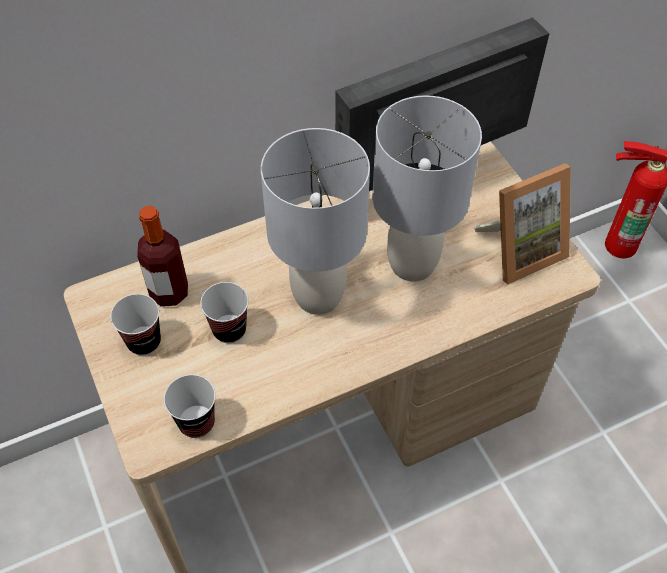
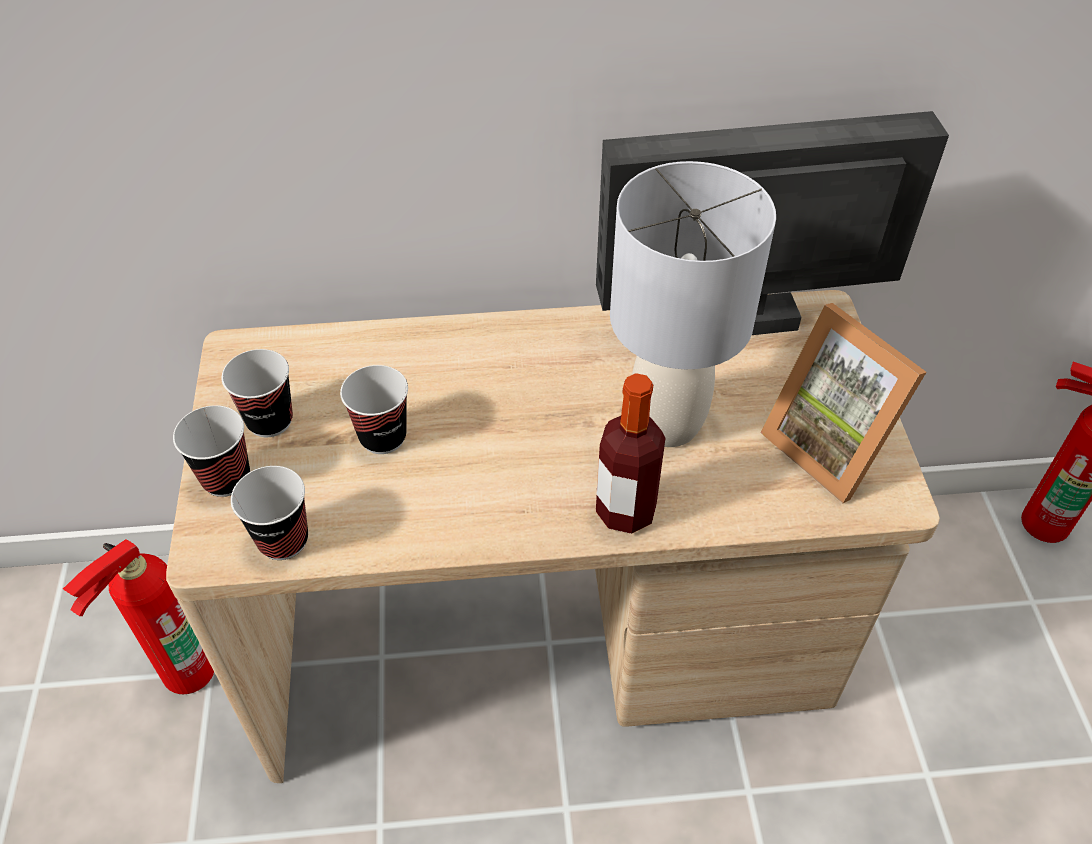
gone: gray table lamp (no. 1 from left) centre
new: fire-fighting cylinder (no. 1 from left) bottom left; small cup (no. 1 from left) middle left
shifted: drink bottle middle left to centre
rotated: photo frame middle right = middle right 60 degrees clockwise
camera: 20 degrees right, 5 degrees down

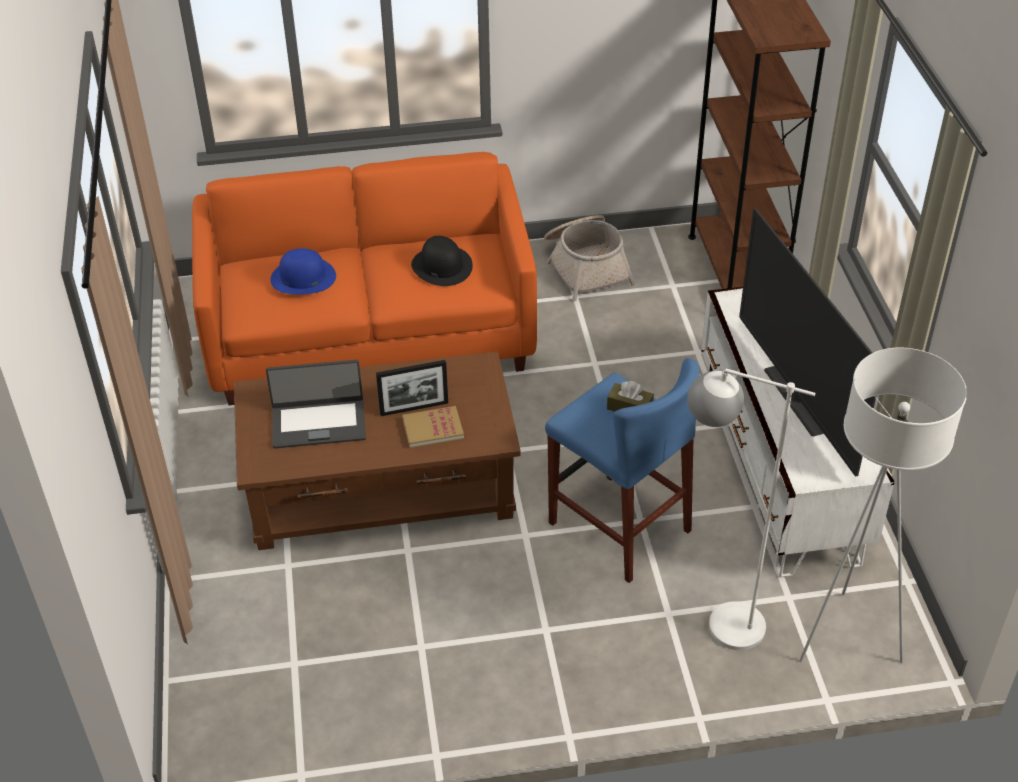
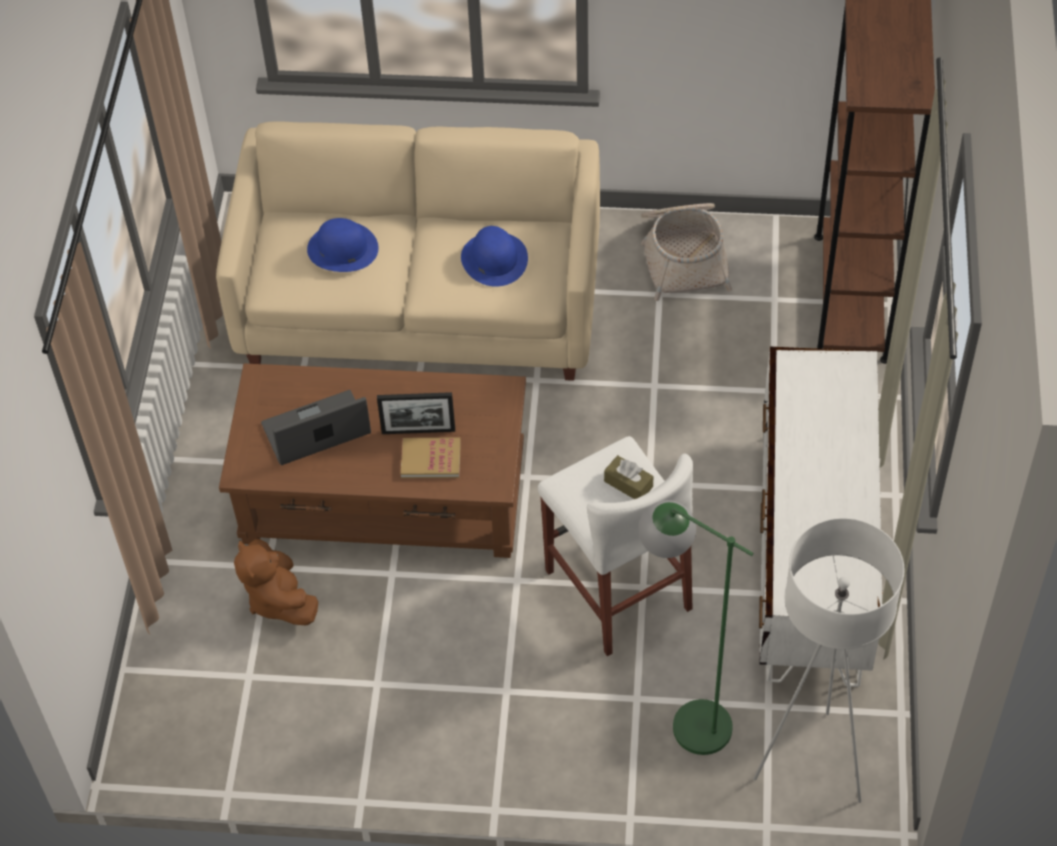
gone: TV middle right
new: brown plush toy bottom left
repainted: orangey settee centre to beige settee top centre; black wearable hat centre to blue wearable hat (no. 2 from left) top centre; blue stool seat centre to white-coloured stool seat centre; white-coloured standing lamp (no. 1 from left) middle right to green-coloured standing lamp bottom centre
rotated: notebook computer middle left = middle left 150 degrees clockwise
camera: 15 degrees right, 10 degrees up

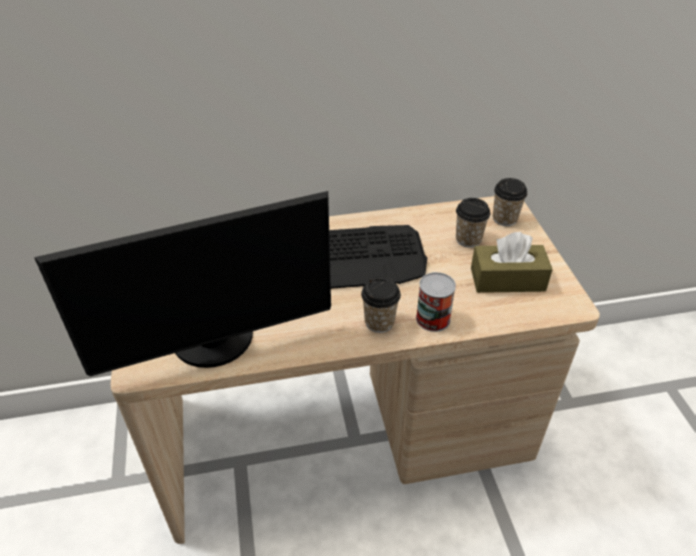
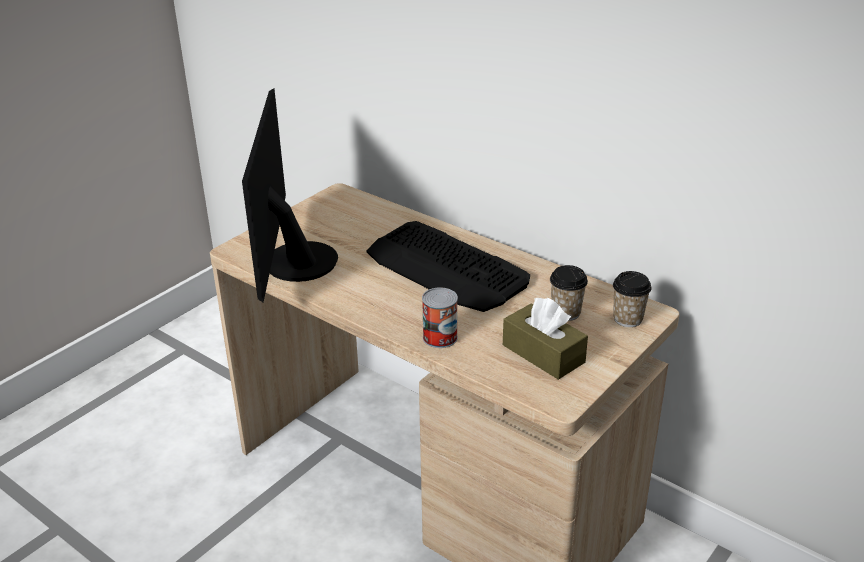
gone: small cup (no. 1 from left) centre
rotated: computer screen middle left = centre 60 degrees clockwise
camera: 50 degrees right, 10 degrees down

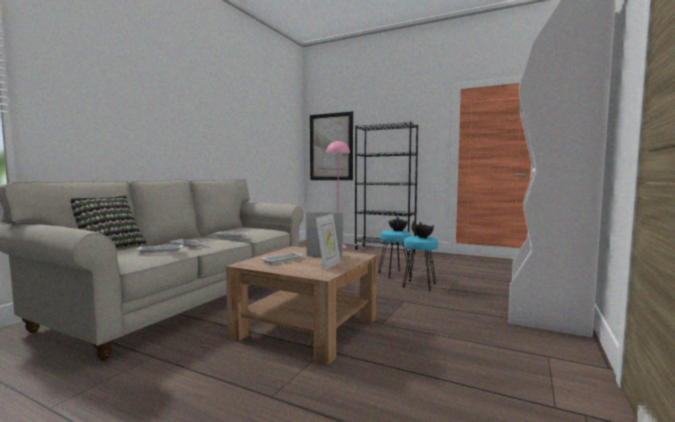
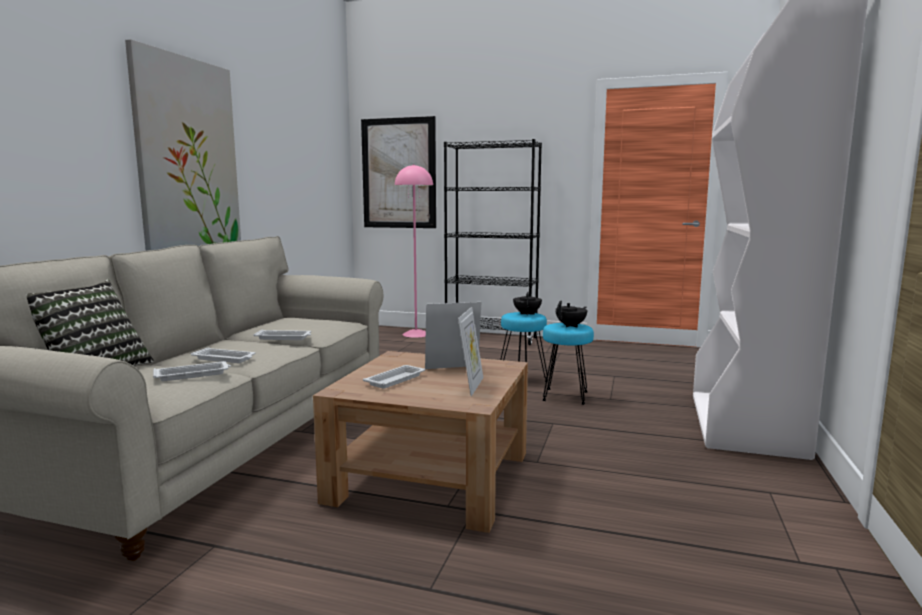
new: wall art (no. 1 from left) top left
camera: 10 degrees left, 5 degrees up

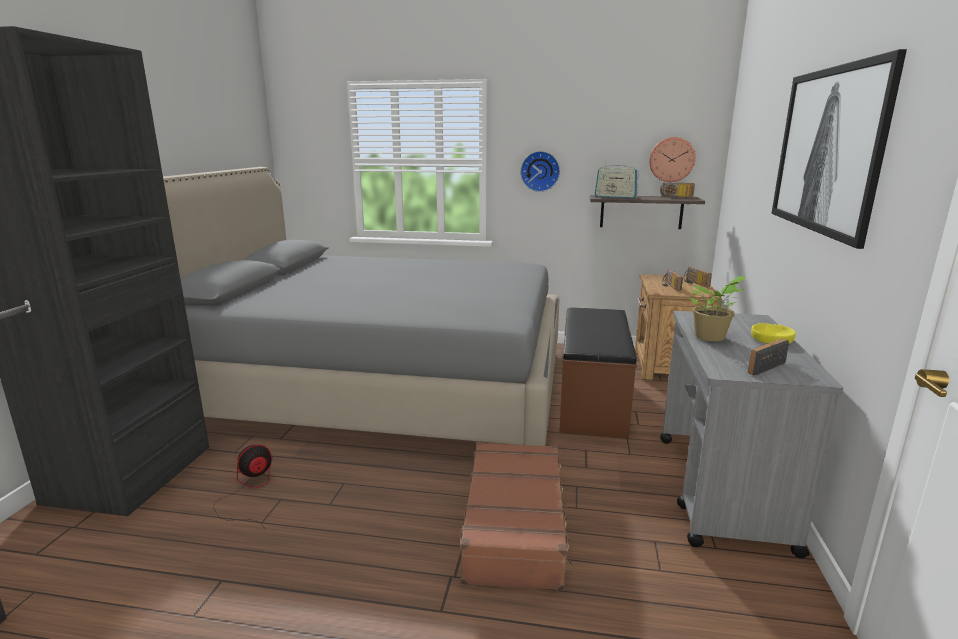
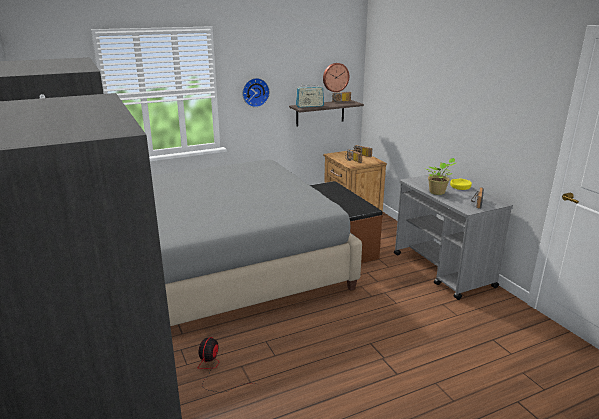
gone: brown travel case bottom centre; wall art top right
camera: 35 degrees left, 5 degrees up

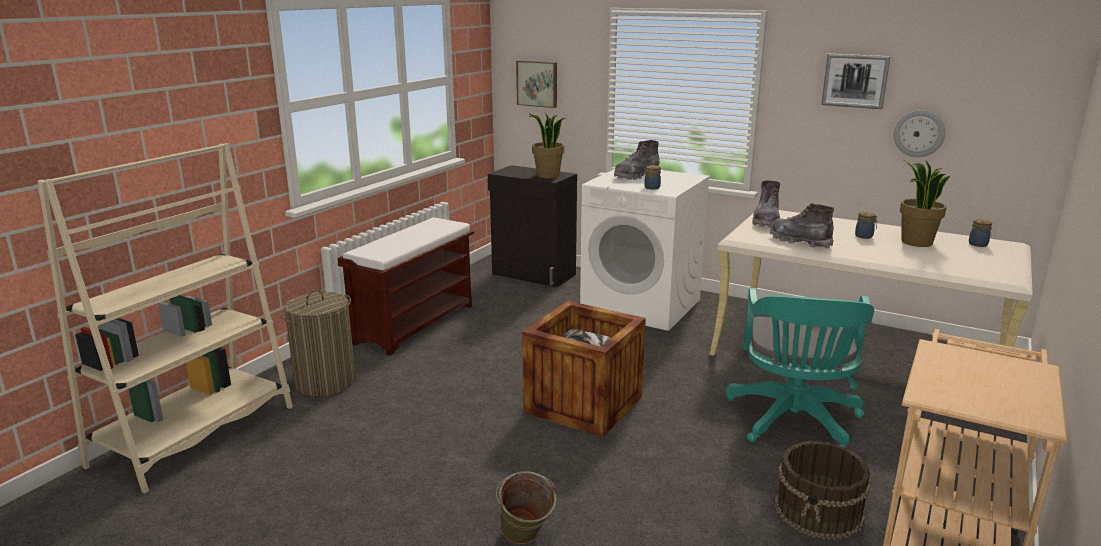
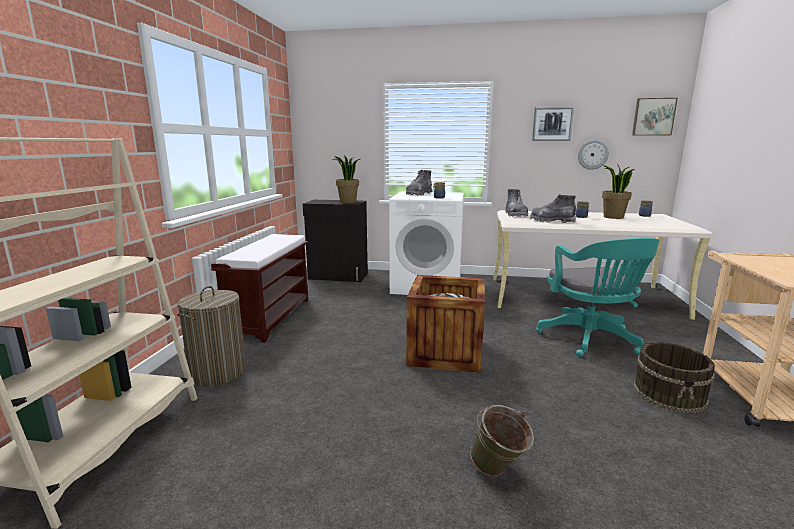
shifted: wall art (no. 1 from left in the first image) top centre to wall art (no. 2 from left) top right
camera: 20 degrees left, 5 degrees down

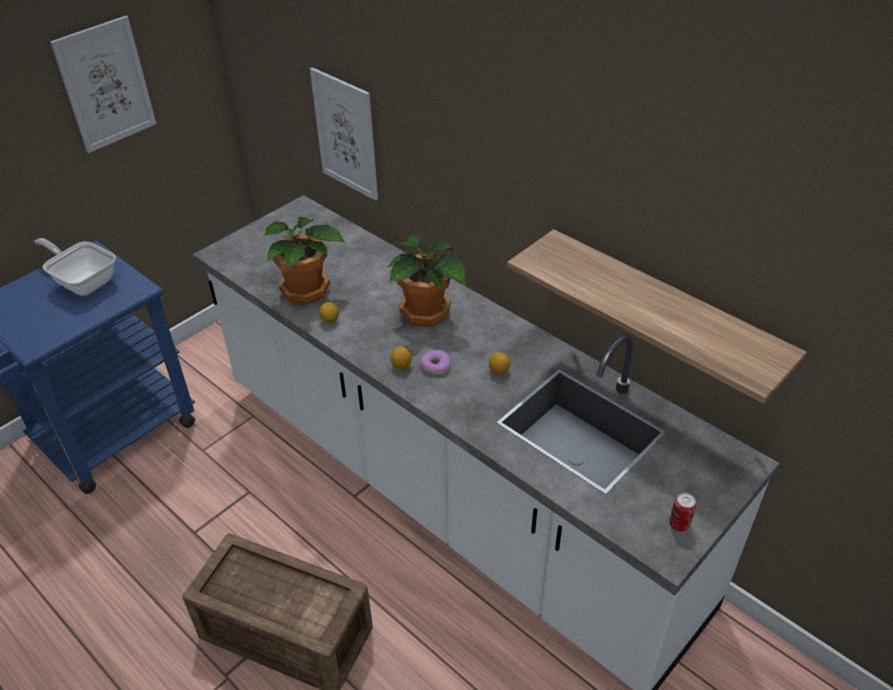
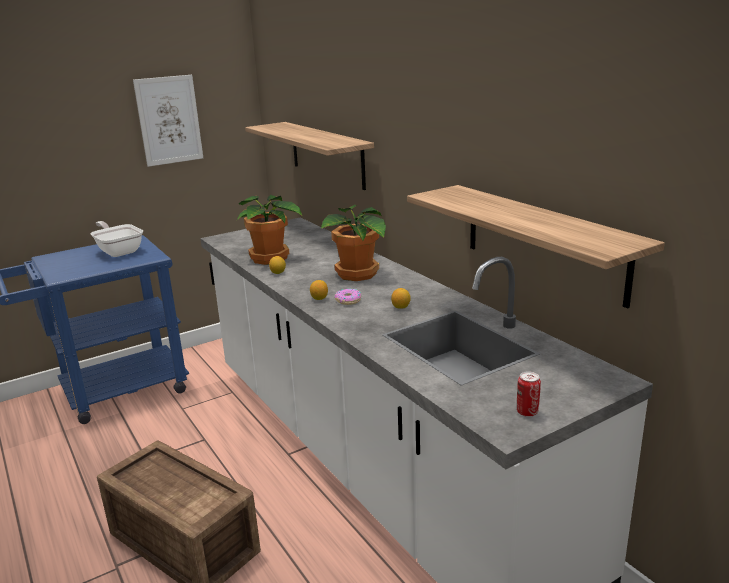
swapped: wall art (no. 2 from left) top centre to wall shelf (no. 1 from left) top centre
camera: 15 degrees right, 20 degrees down

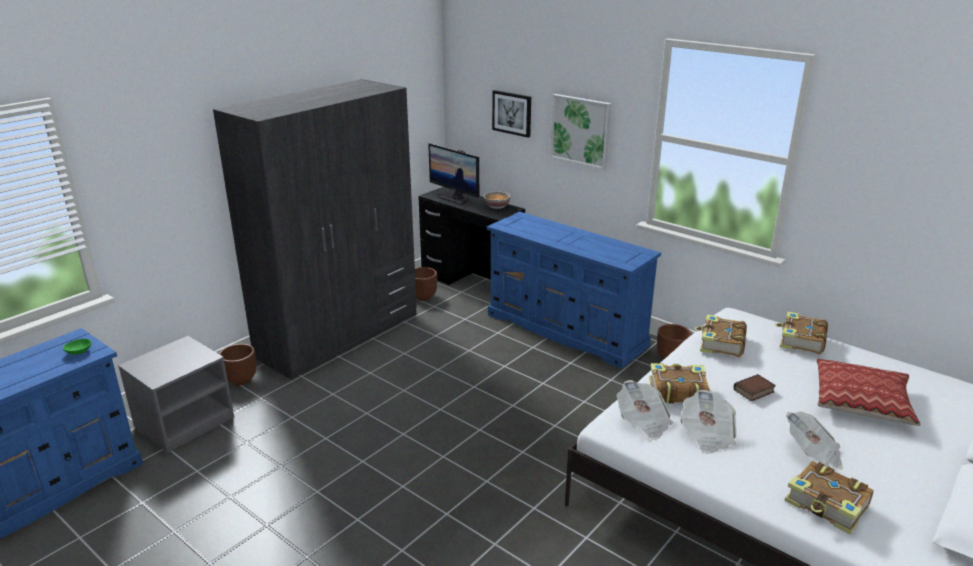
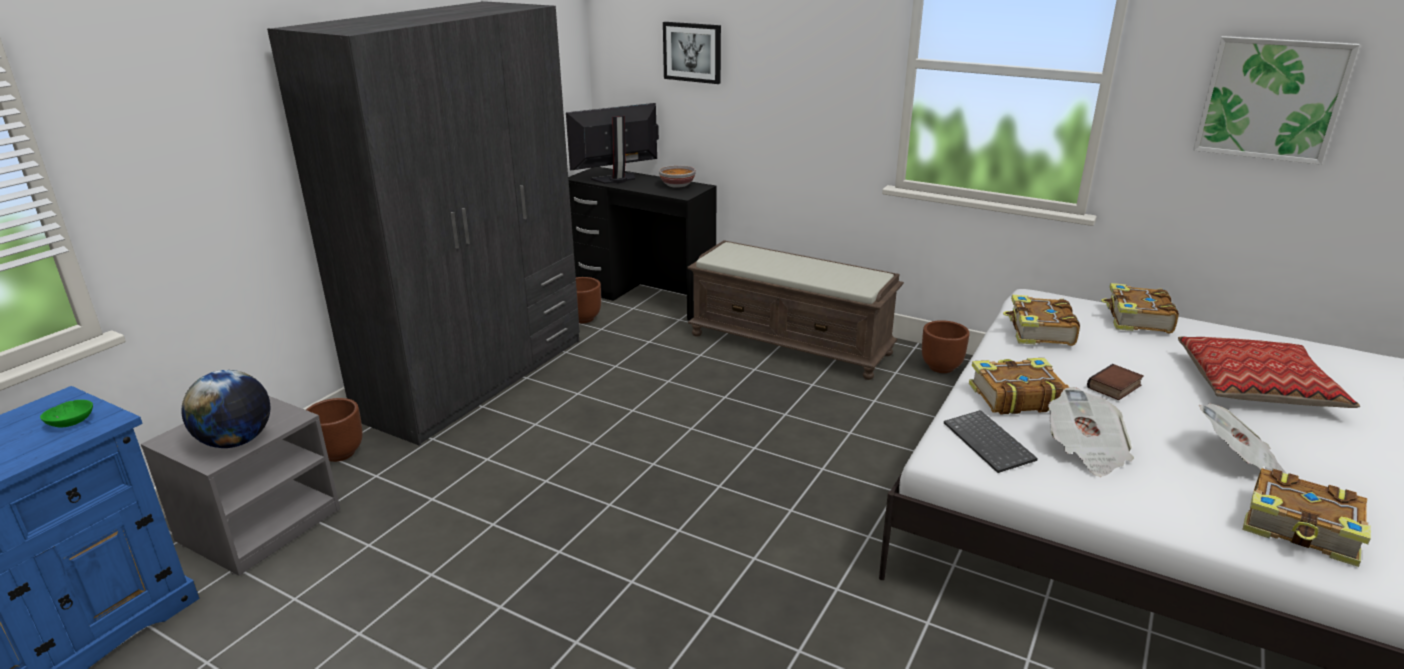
new: world globe middle left
shifted: wall art (no. 2 from left) top centre to top right
swapped: blue drawer chest (no. 2 from left) centre to brown bench centre; daily paper (no. 1 from left) bottom centre to keyboard middle right
rotated: computer screen top centre = top centre 120 degrees clockwise
camera: 10 degrees left, 0 degrees up

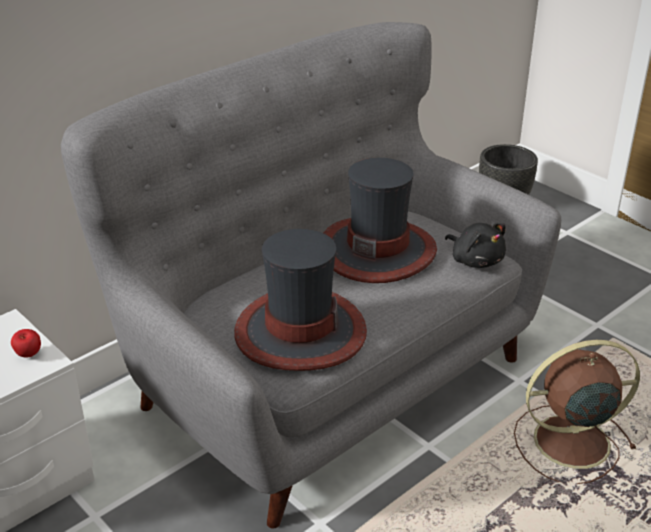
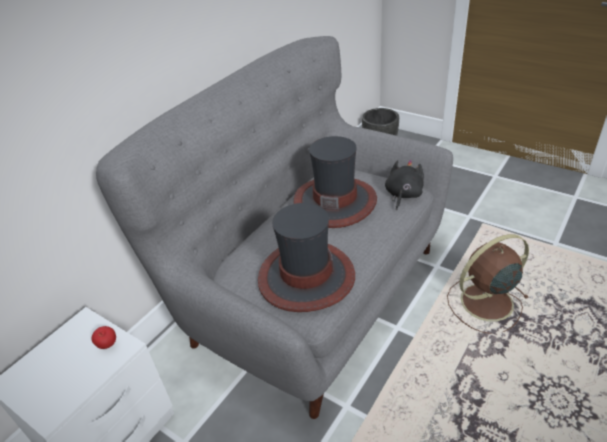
rotated: black plush toy middle right = centre 105 degrees counterclockwise
camera: 10 degrees left, 5 degrees up

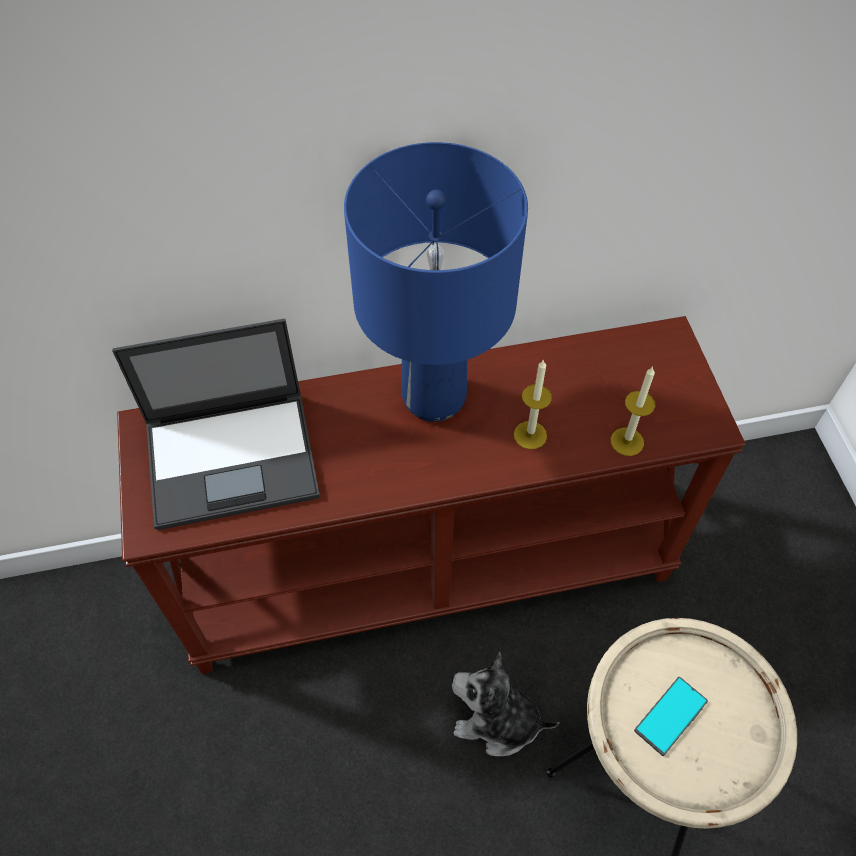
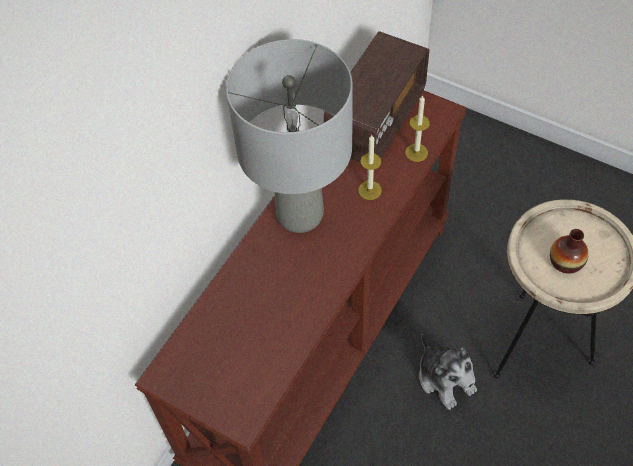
gone: notebook computer middle left
new: radio set top centre
swapped: telephone bottom right to vase middle right
repainted: blue table lamp top centre to gray table lamp top centre
rotated: plush toy bottom centre = bottom right 90 degrees counterclockwise
camera: 45 degrees left, 0 degrees up

